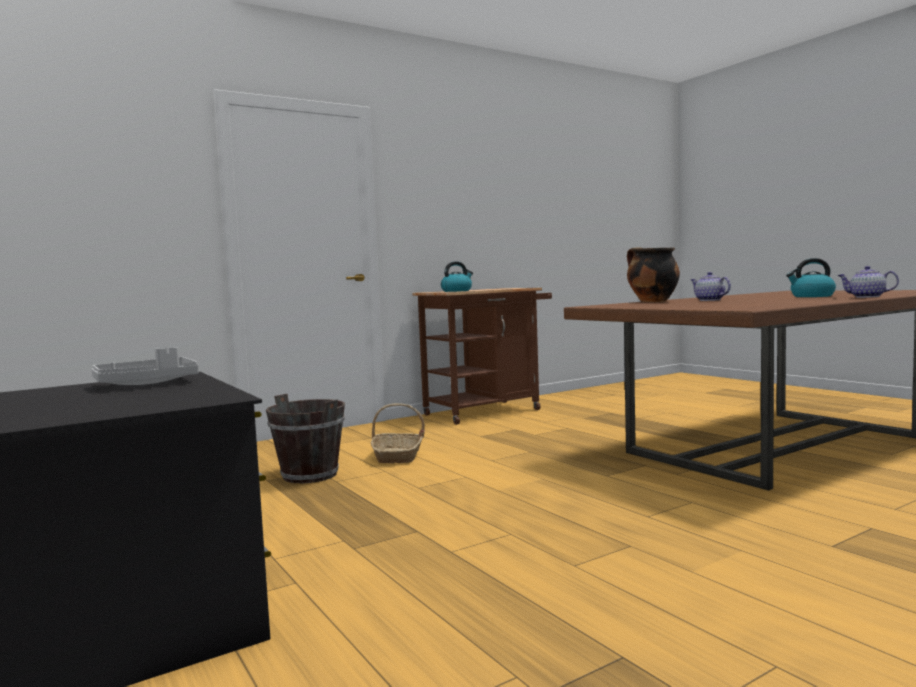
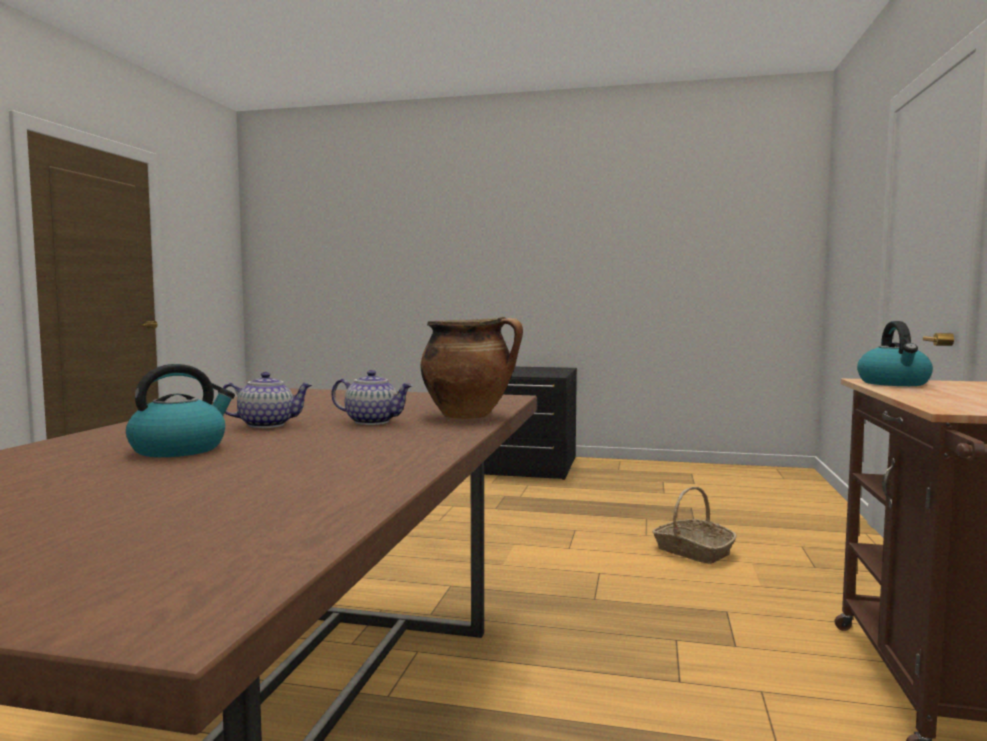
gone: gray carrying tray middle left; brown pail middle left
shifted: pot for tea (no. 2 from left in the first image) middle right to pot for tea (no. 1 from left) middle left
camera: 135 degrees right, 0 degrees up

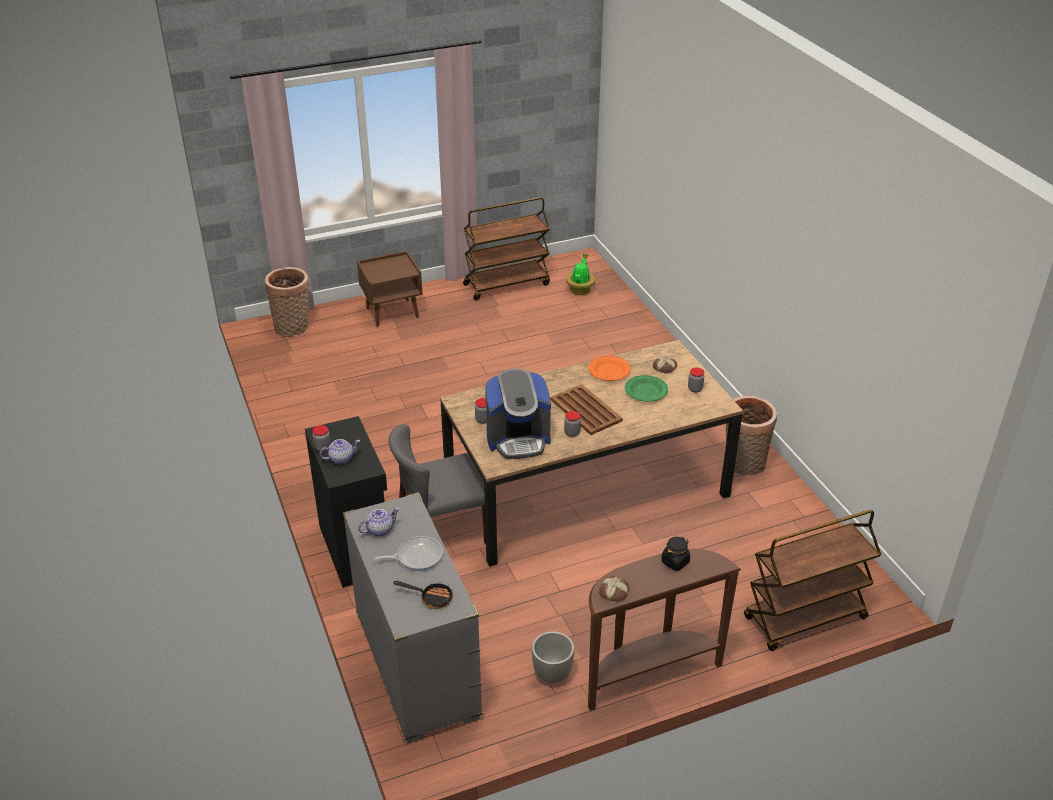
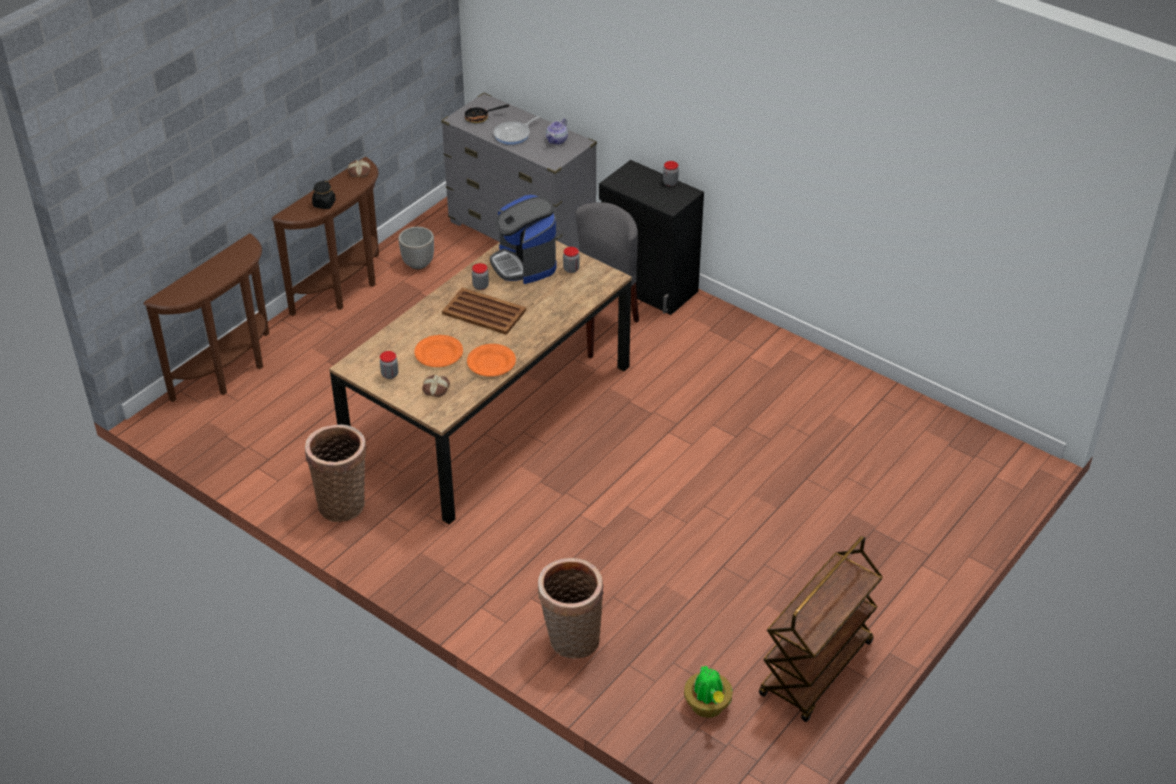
gone: pot for tea (no. 1 from left) middle left; brown bedside table centre
shifted: household basket (no. 1 from left in the first image) middle left to household basket (no. 2 from left) bottom centre
swapped: brown wheeled cart (no. 2 from left) bottom right to brown console table (no. 1 from left) middle left
repainted: green-coloured dinner plate centre to orangey dinner plate (no. 1 from left) centre
rotated: coffee brewer centre = top centre 75 degrees counterclockwise
camera: 150 degrees right, 5 degrees up

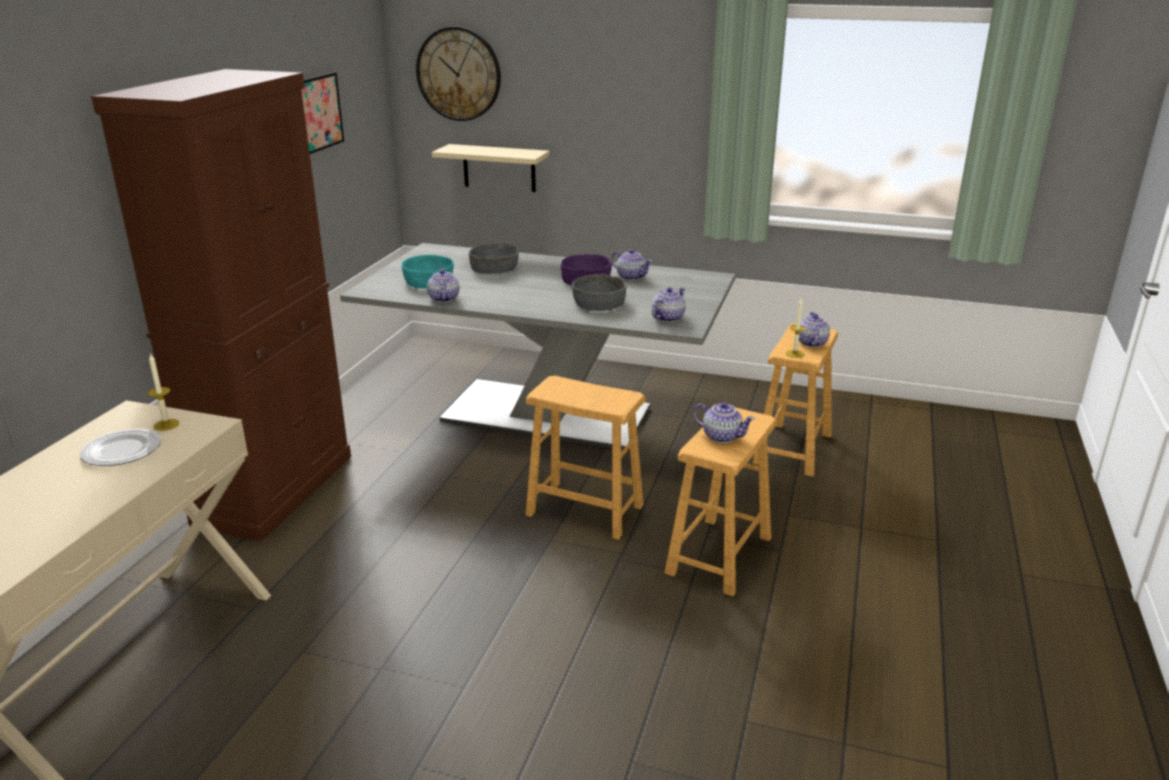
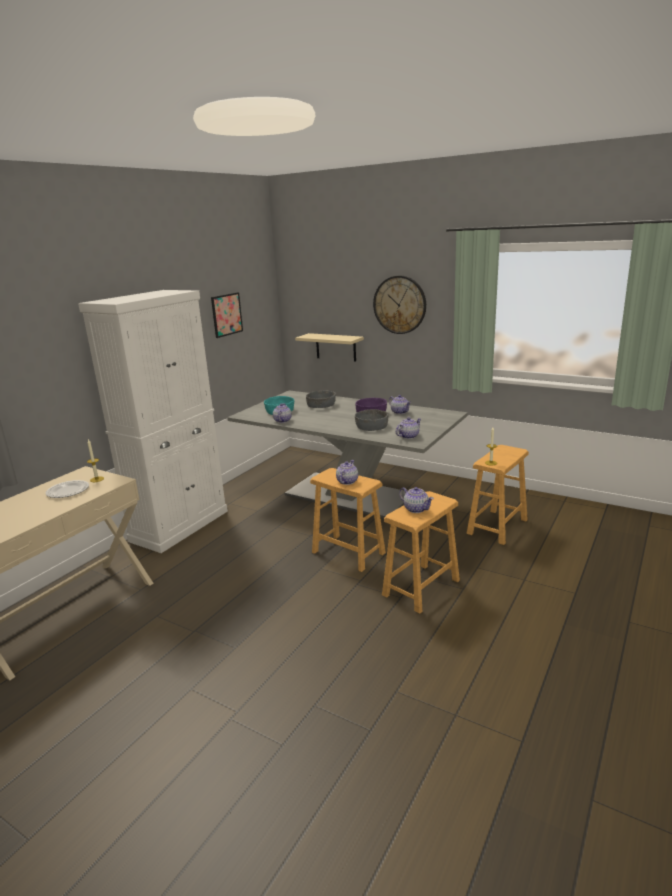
shifted: hanging clock top centre to centre; pot for tea (no. 5 from left in the first image) middle right to pot for tea (no. 2 from left) centre
repainted: brown cupboard middle left to white-coloured cupboard middle left
camera: 15 degrees right, 5 degrees down

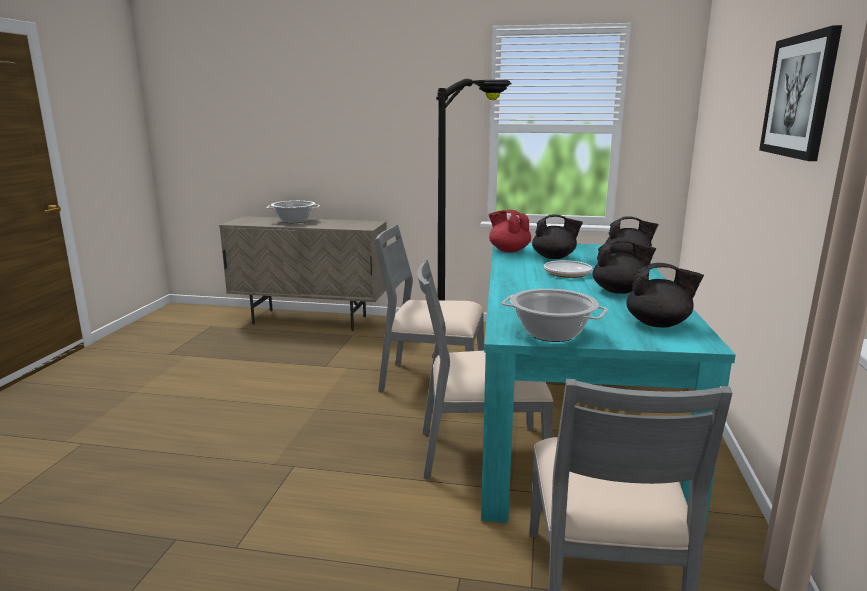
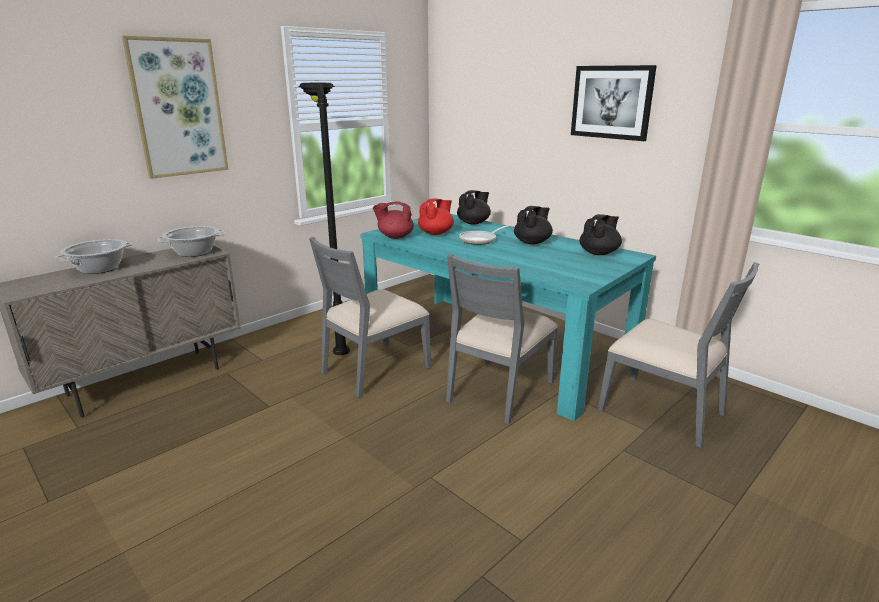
new: wall art (no. 1 from left) top left
shifted: saucepot (no. 2 from left) centre to middle left
repainted: black pot for tea (no. 1 from left) centre to red pot for tea (no. 2 from left) centre
camera: 55 degrees left, 5 degrees up

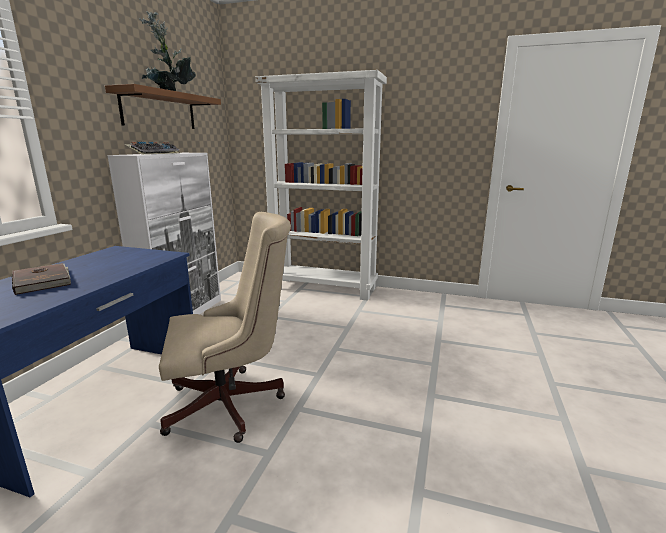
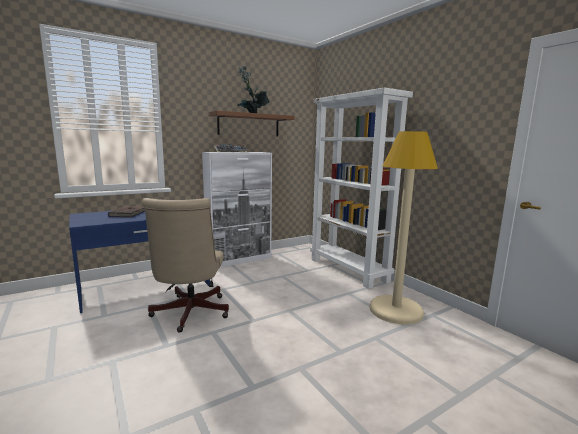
new: beige standing lamp middle right
rotated: beige computer chair centre = middle left 60 degrees clockwise
camera: 40 degrees right, 5 degrees down

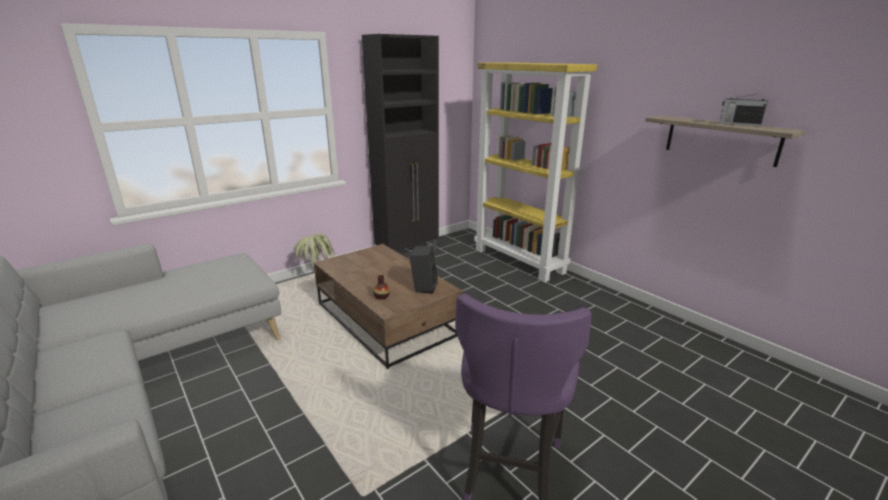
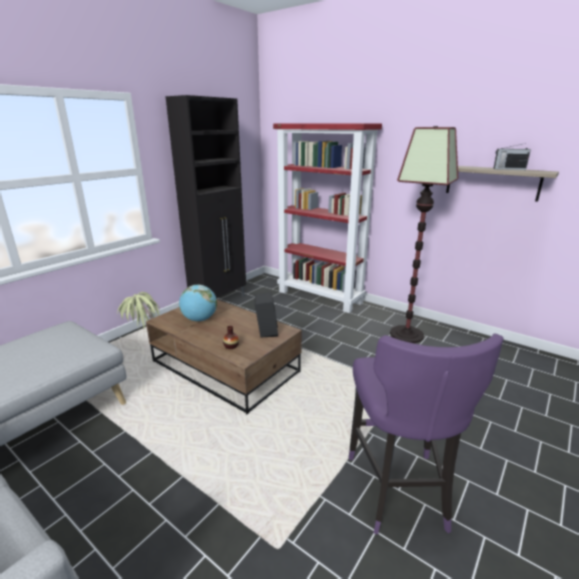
new: world globe centre; standing lamp middle right
repainted: yellow shelving unit centre to red shelving unit centre
camera: 15 degrees left, 0 degrees up

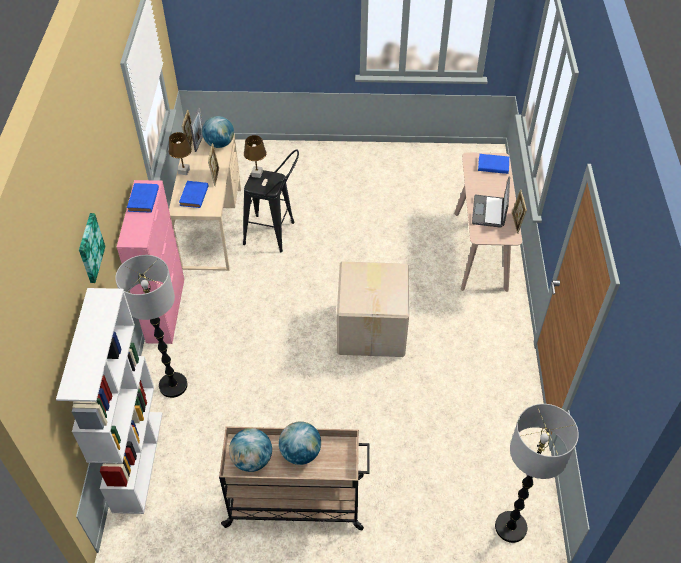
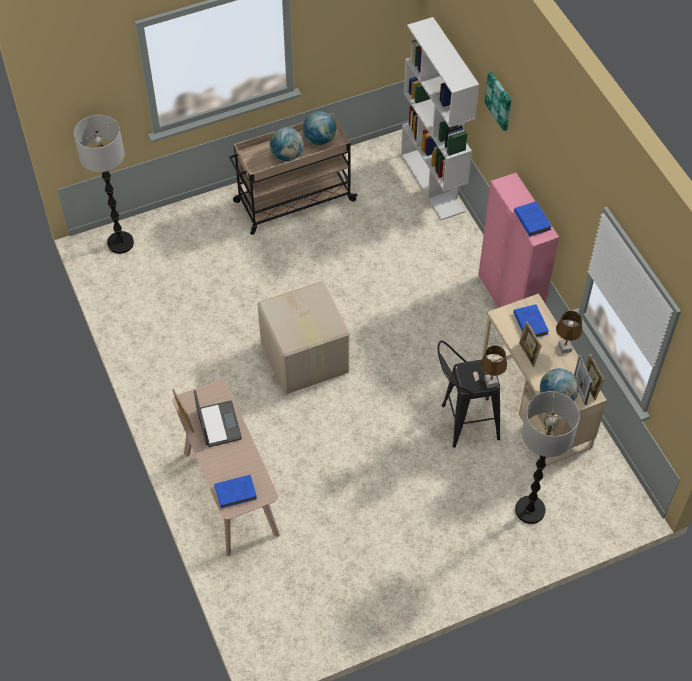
shifted: standing lamp (no. 1 from left in the first image) middle left to standing lamp (no. 2 from left) bottom right
camera: 155 degrees right, 5 degrees up

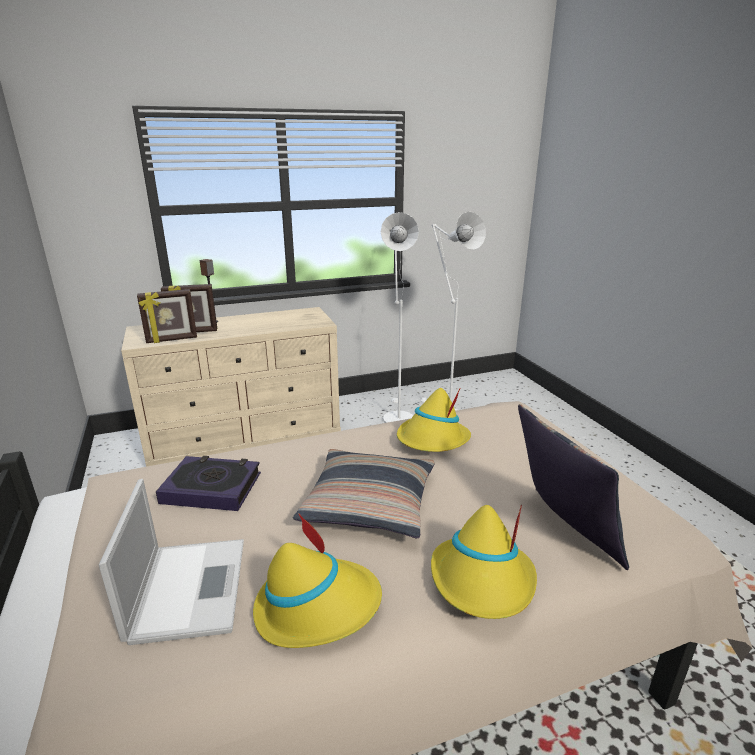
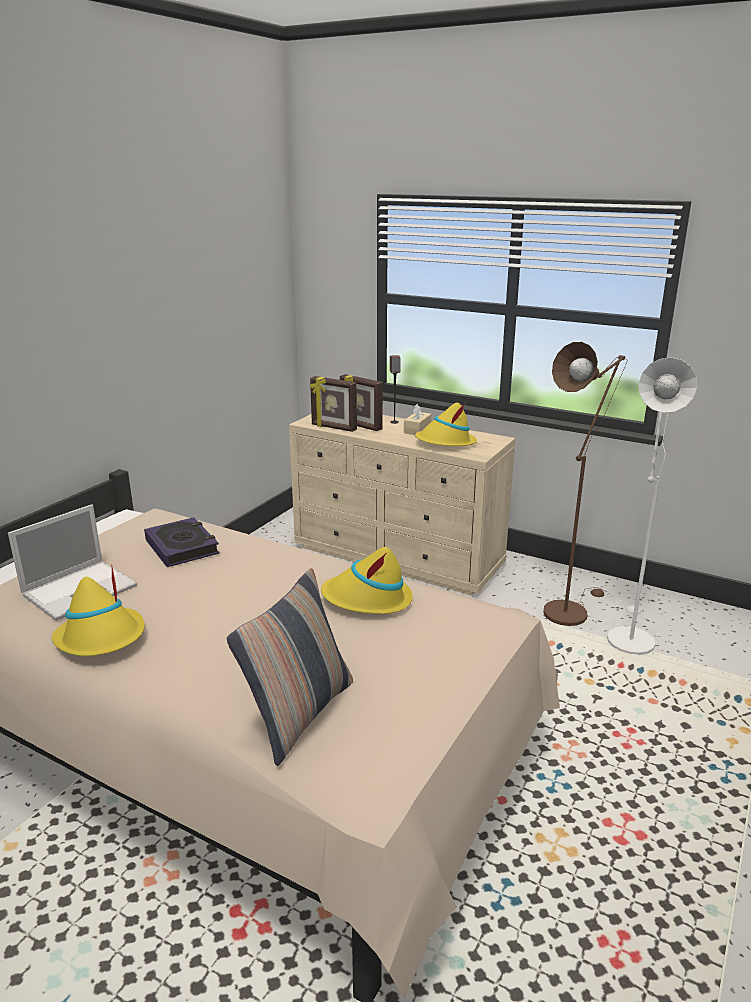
gone: throw pillow (no. 1 from left) centre
new: beige tissue box centre
shifted: yellow wearable hat (no. 3 from left) bottom centre to centre
repainted: white-coloured standing lamp (no. 1 from left) centre to brown standing lamp middle right
camera: 50 degrees right, 0 degrees up

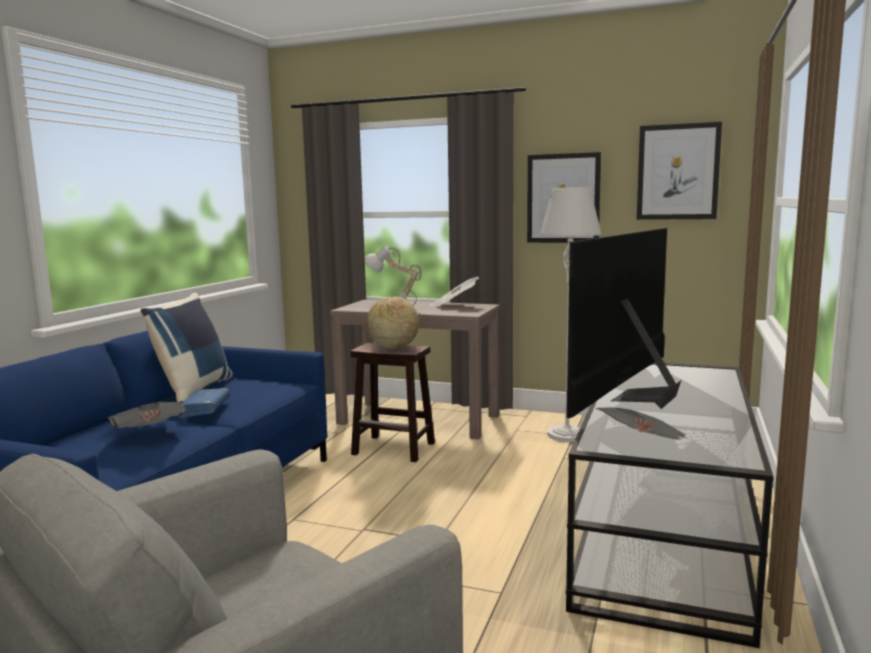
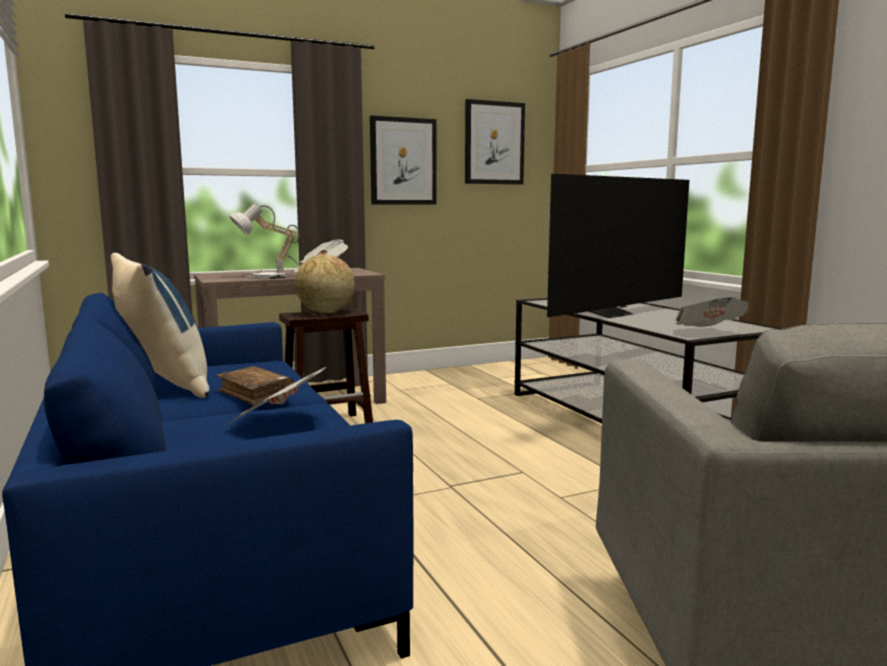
gone: gray standing lamp centre
repainted: blue bound book middle left to brown bound book middle left
rotated: TV middle right = middle right 120 degrees counterclockwise
camera: 45 degrees left, 0 degrees up

